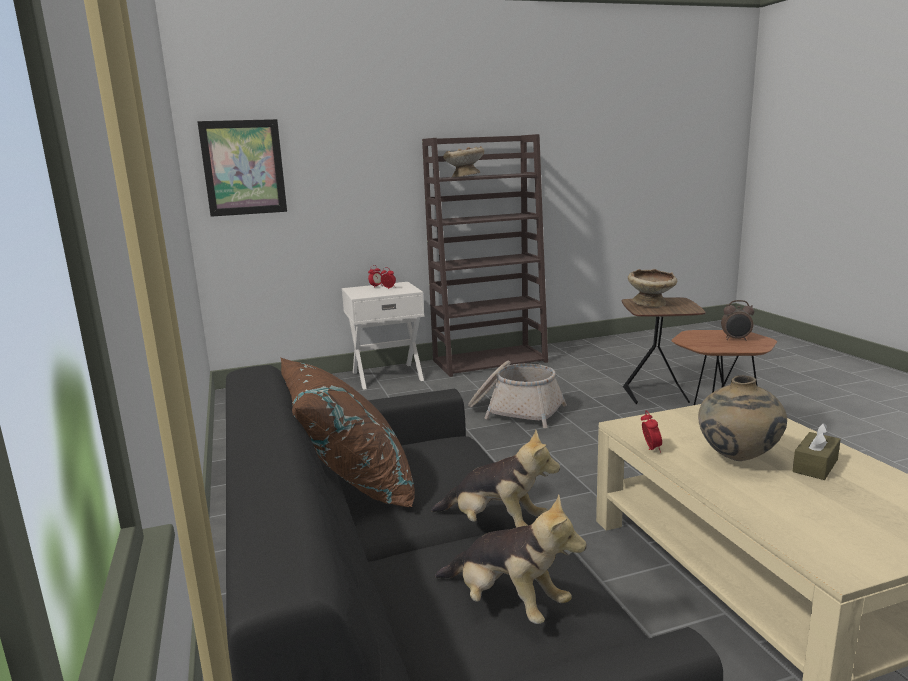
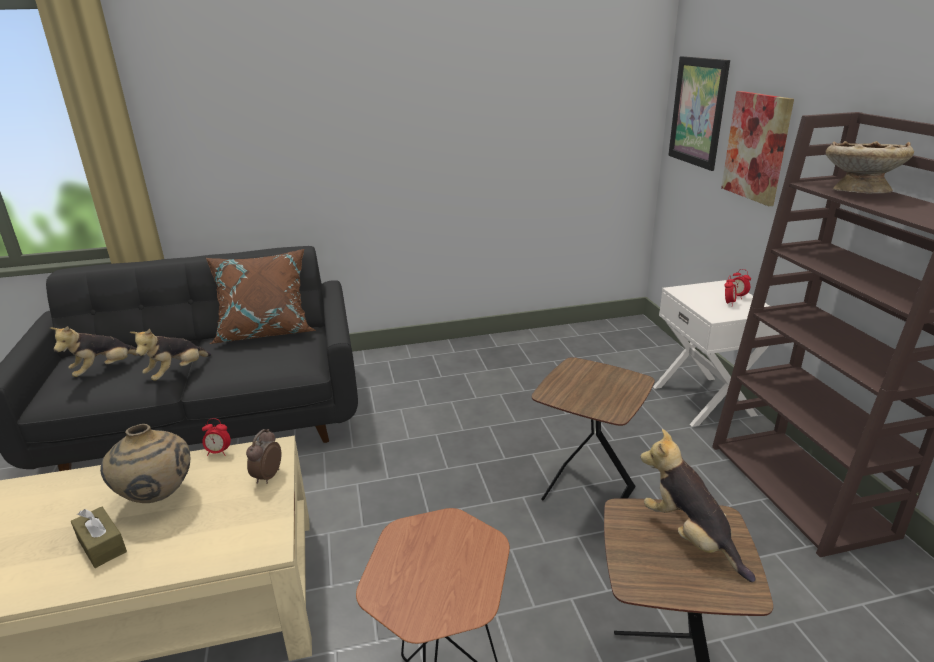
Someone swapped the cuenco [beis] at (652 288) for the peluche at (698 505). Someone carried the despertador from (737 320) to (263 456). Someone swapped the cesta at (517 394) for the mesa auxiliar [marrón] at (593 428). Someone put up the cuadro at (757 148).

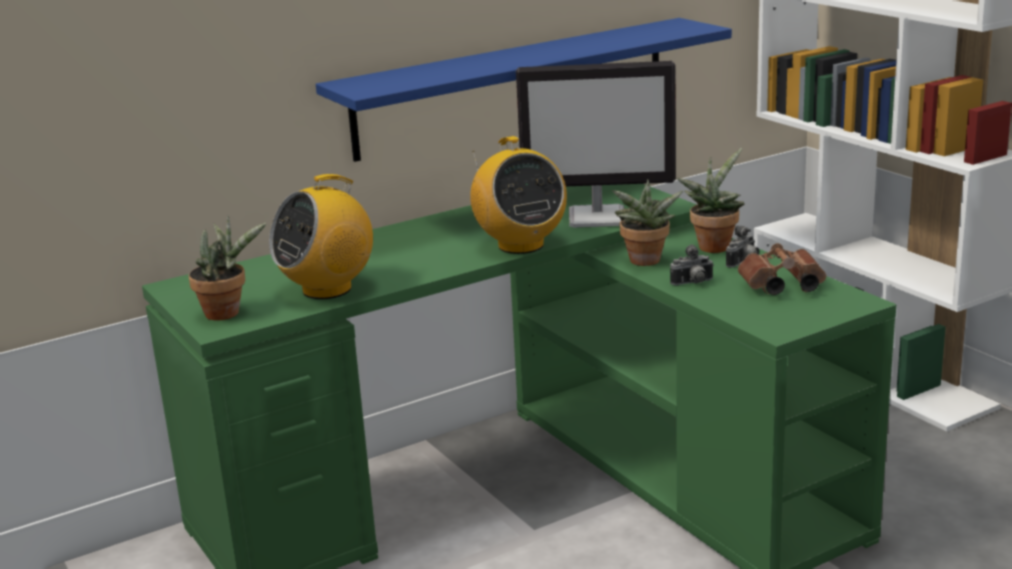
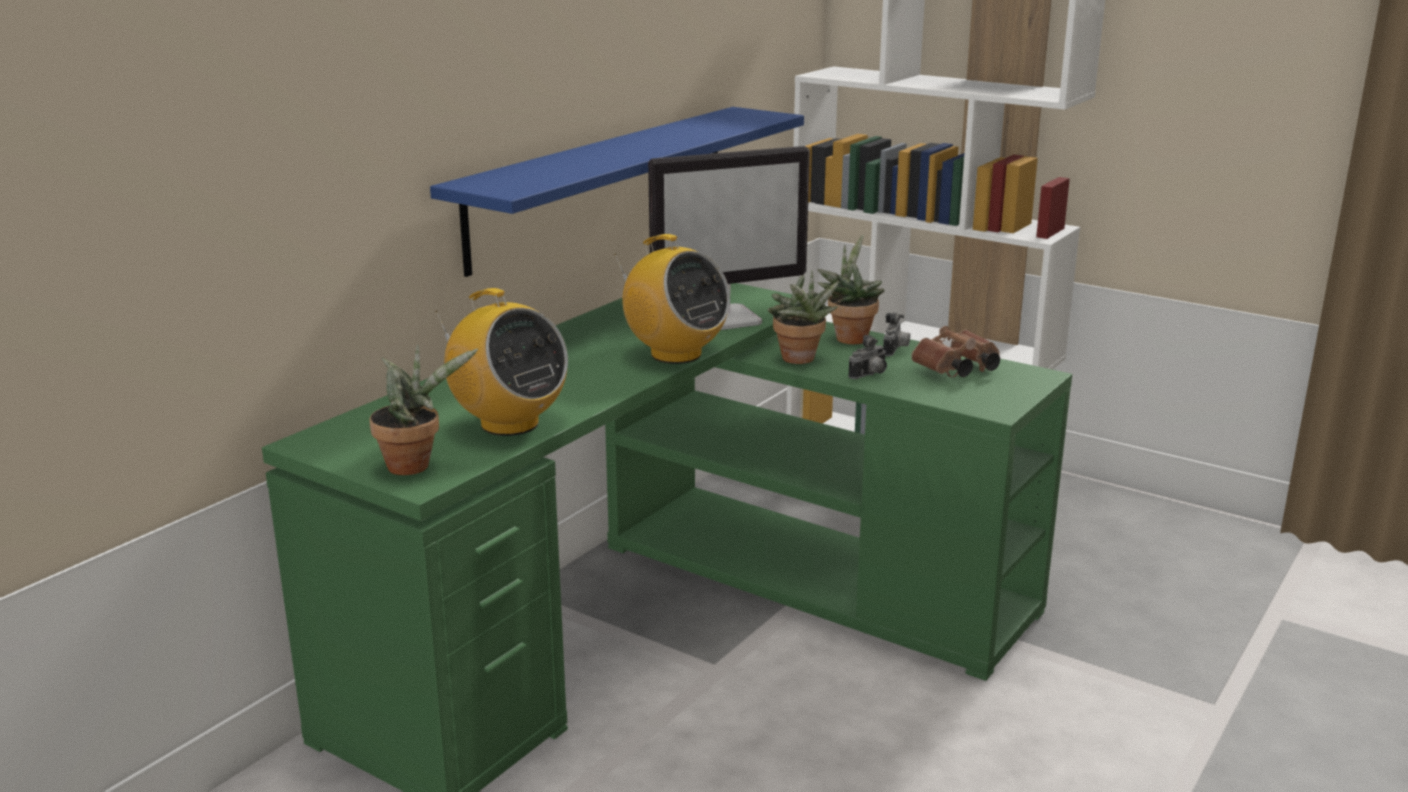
Someone rotated the radio at (321 236) by 75 degrees counterclockwise.

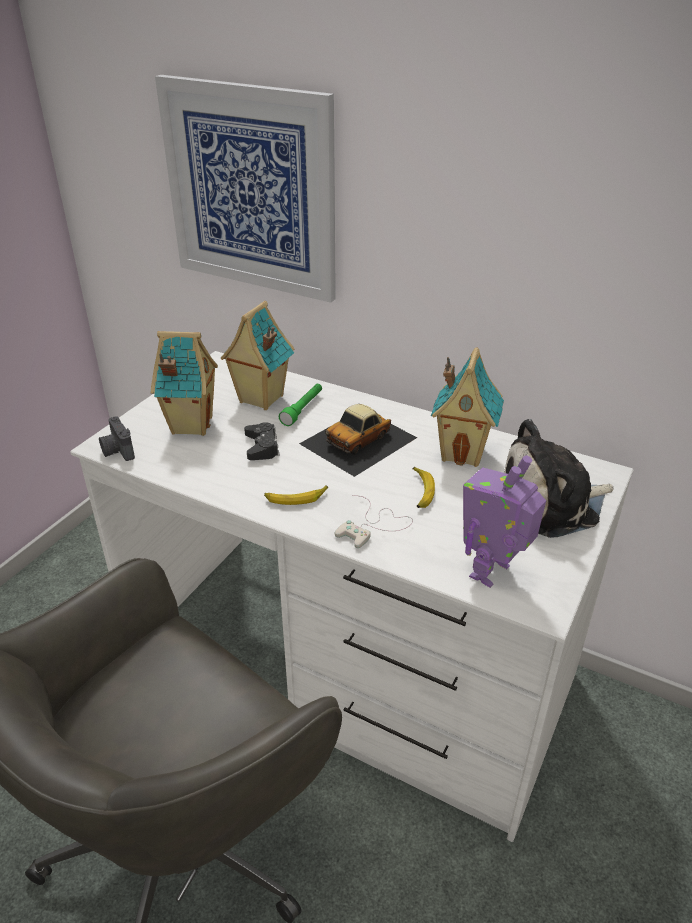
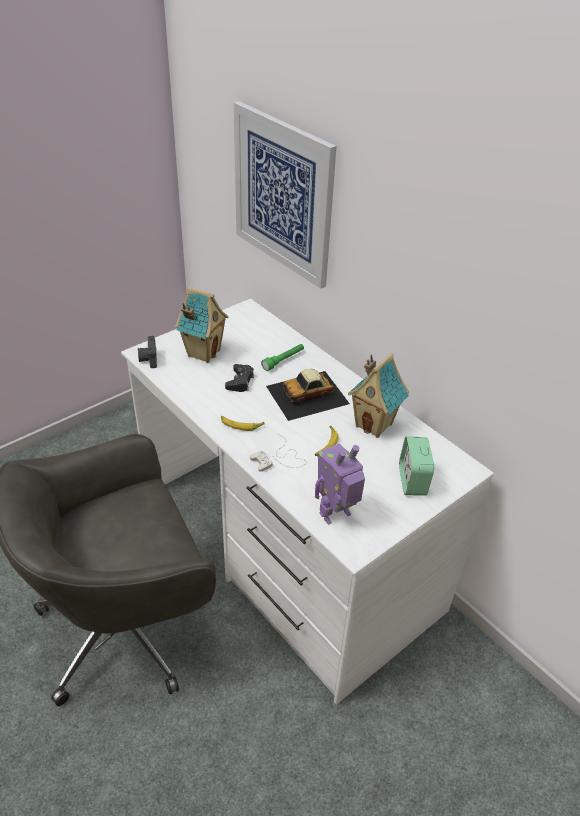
Someone took away the casita at (257 355). Someone swapped the peluche at (558 478) for the despertador at (416 466).

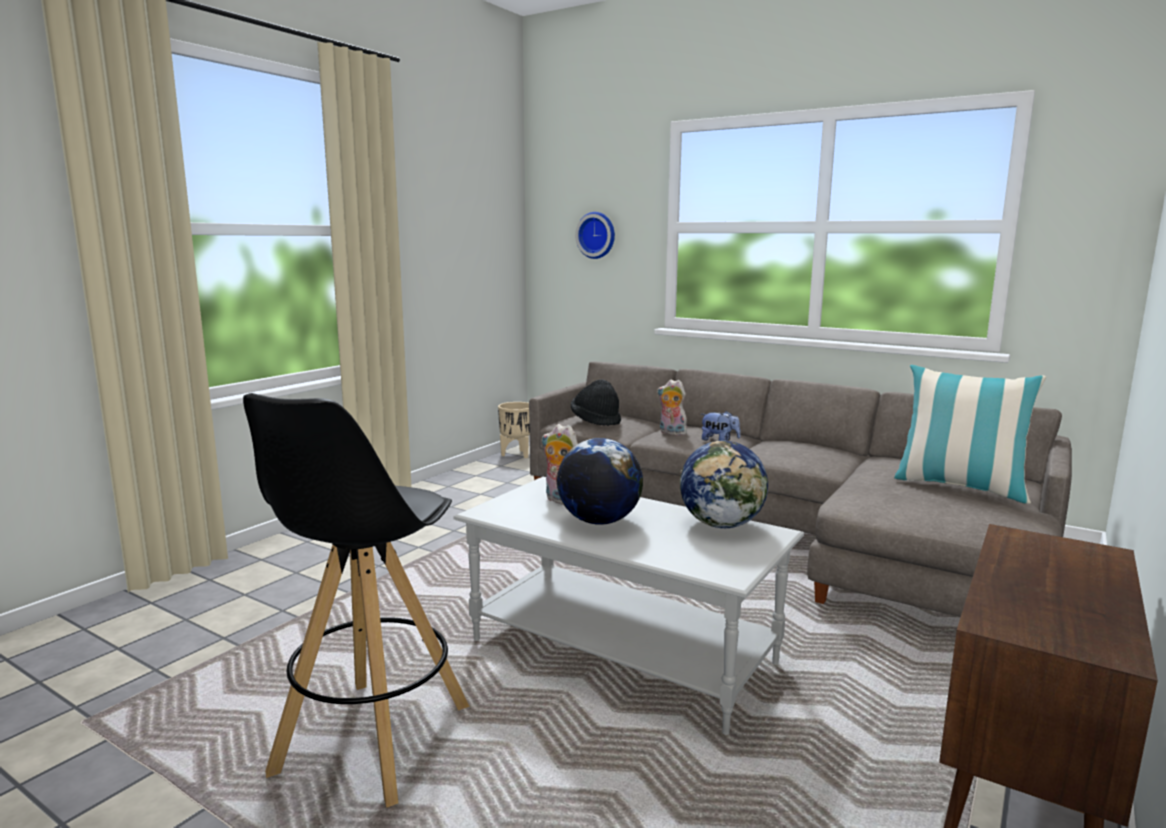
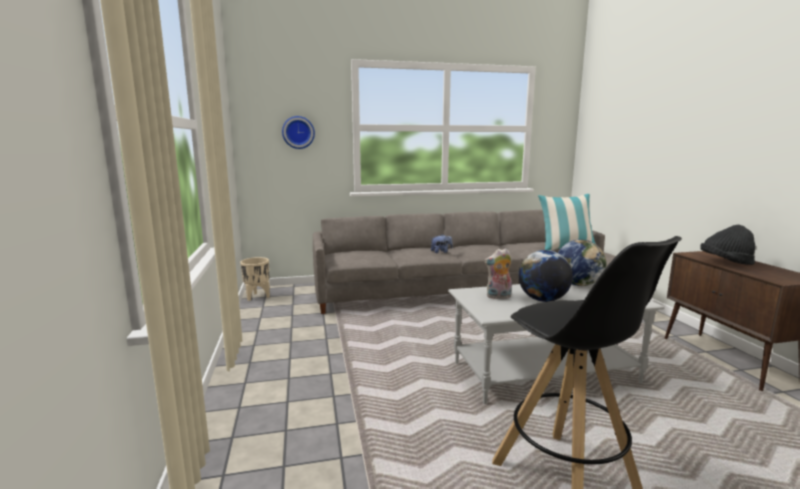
Someone took away the peluche at (672 407). Someone carried the sombrero [negro] from (596 403) to (727 245).

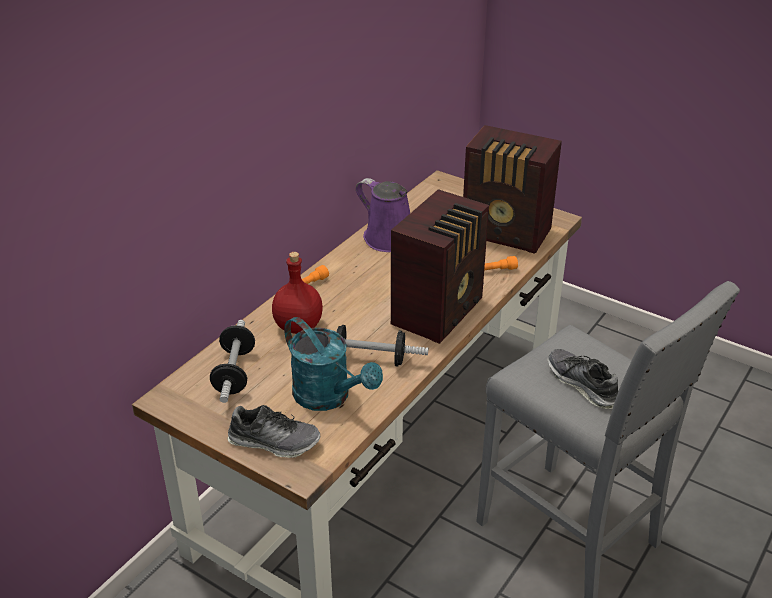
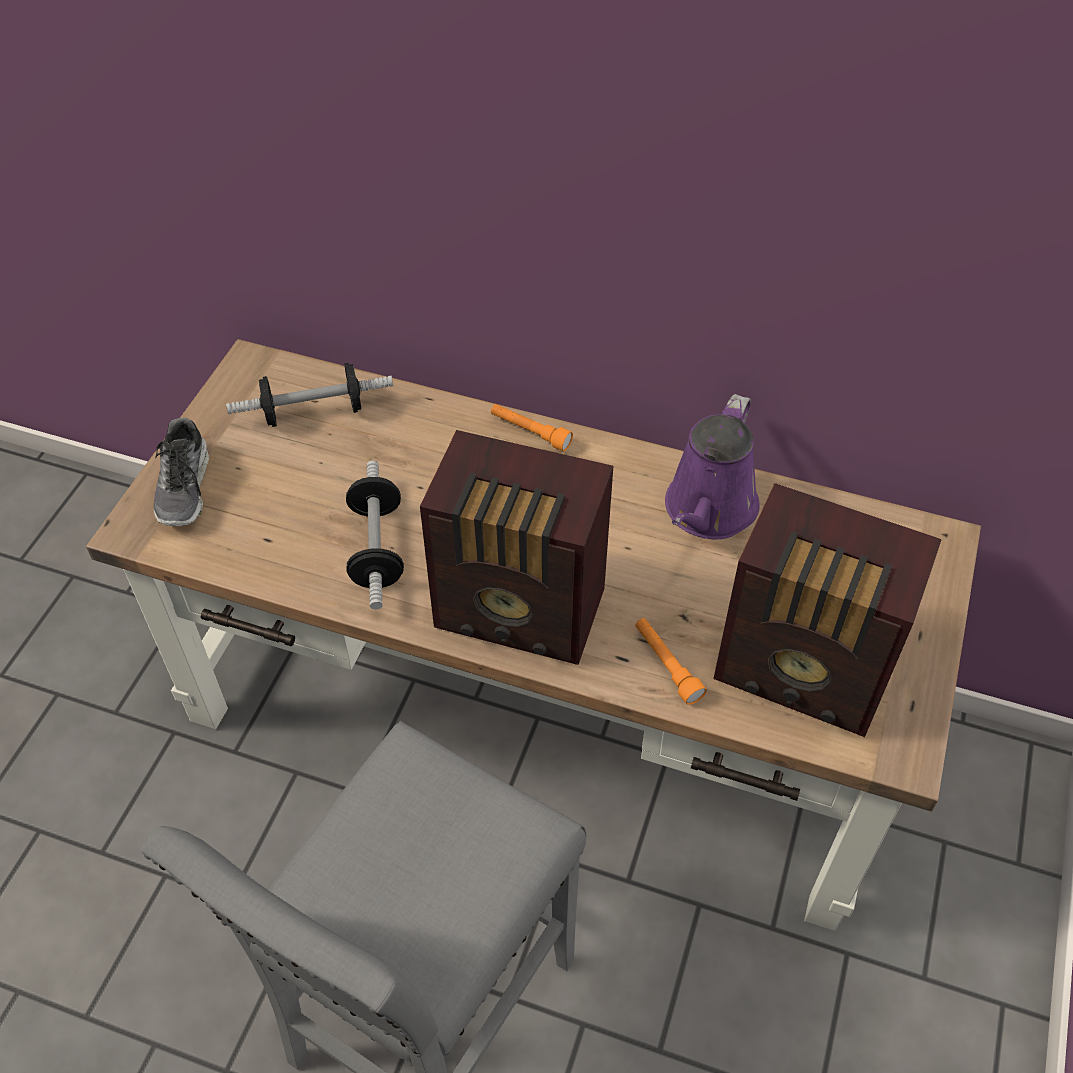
Someone rotated the radio at (512 189) by 75 degrees counterclockwise. Someone took away the botella [rojo] at (297 293). Someone took away the regadera [turquesa] at (333 364). Someone took away the zapato at (583 379).

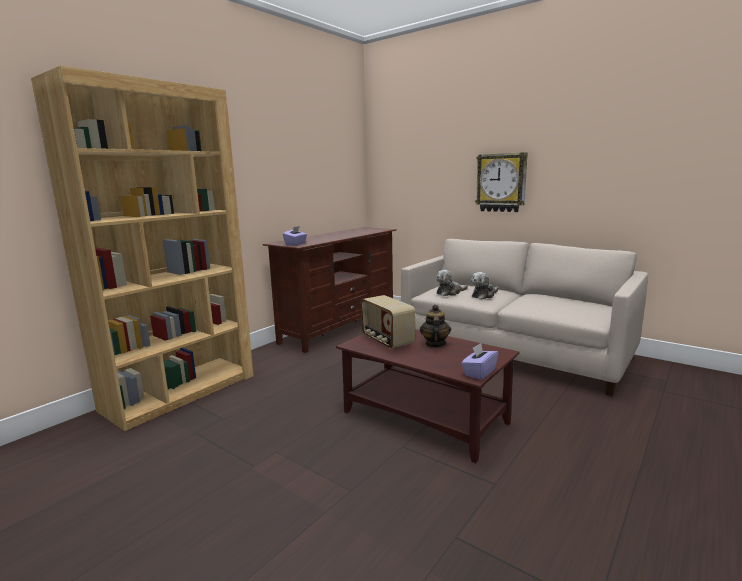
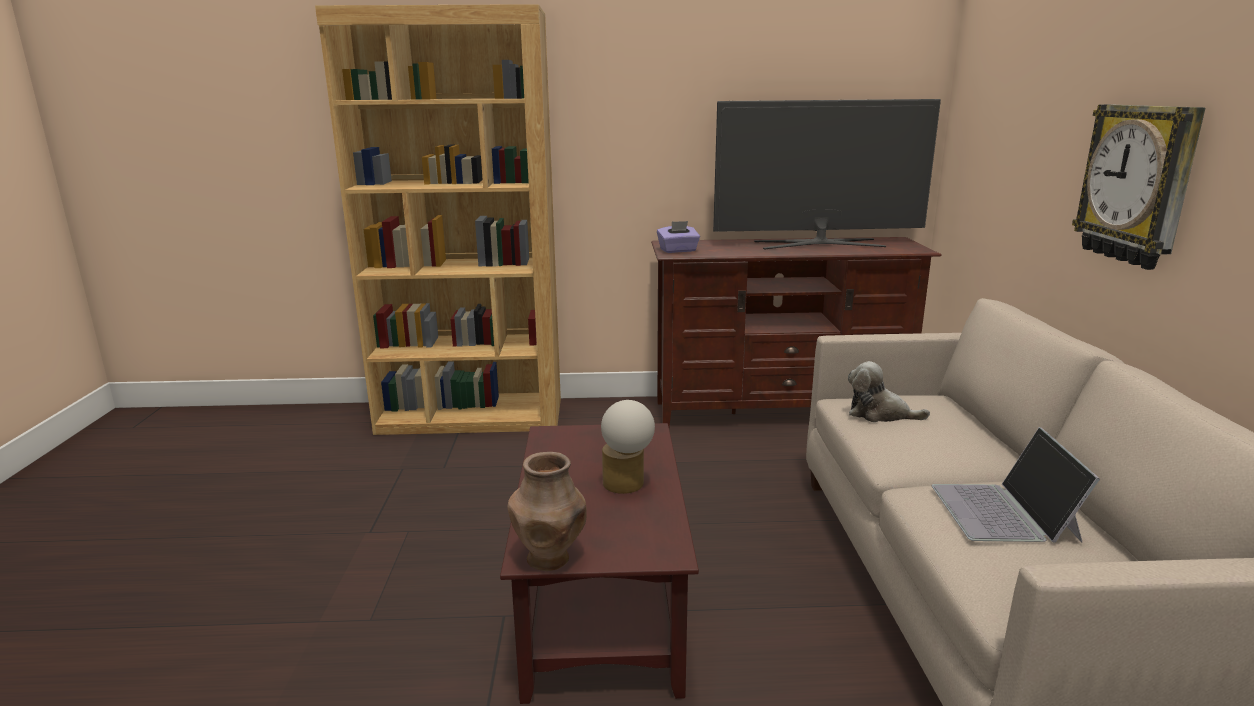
Someone took away the peluche at (485 285). Someone took away the radio at (388 322). Someone swapped the tetera at (435 326) for the lámpara de mesa at (628 447). Someone swapped the caja de pañuelos [morado] at (479 361) for the florero [marrón] at (547 511). Someone put down the televisor at (827 174). Someone put down the portátil at (1016 485).

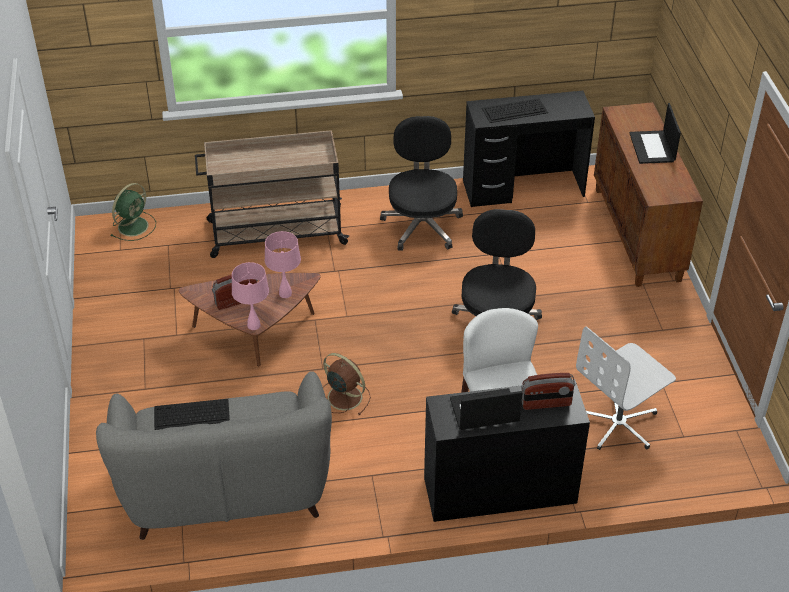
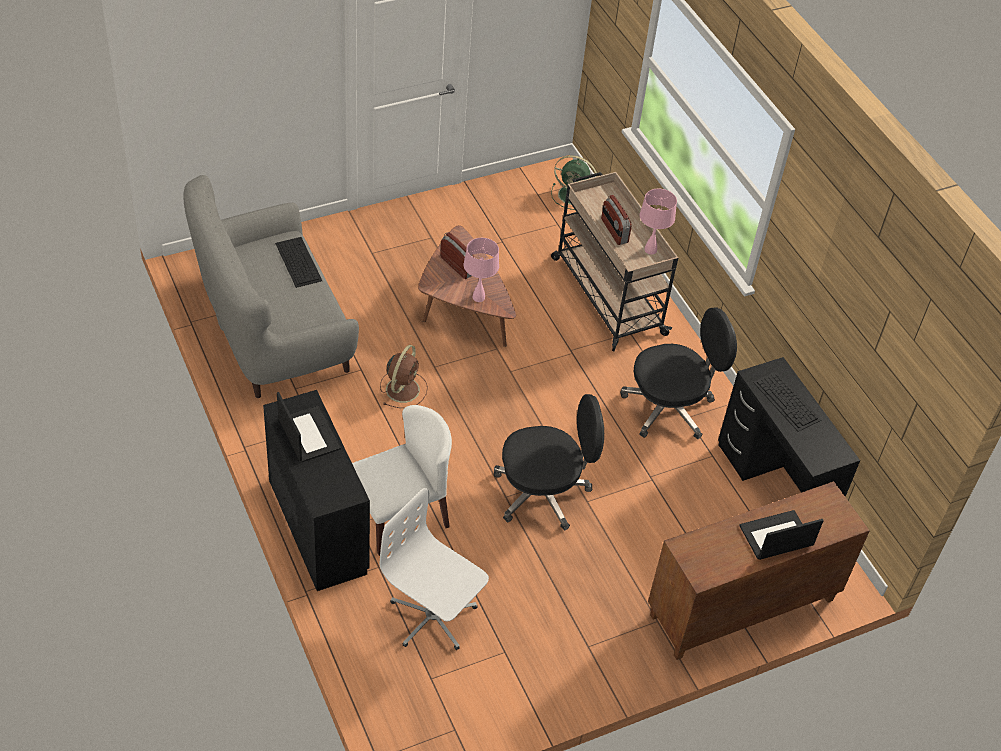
Someone carried the lámpara de mesa [rosa] from (250 296) to (658 222). Someone carried the radio from (548 391) to (616 220).

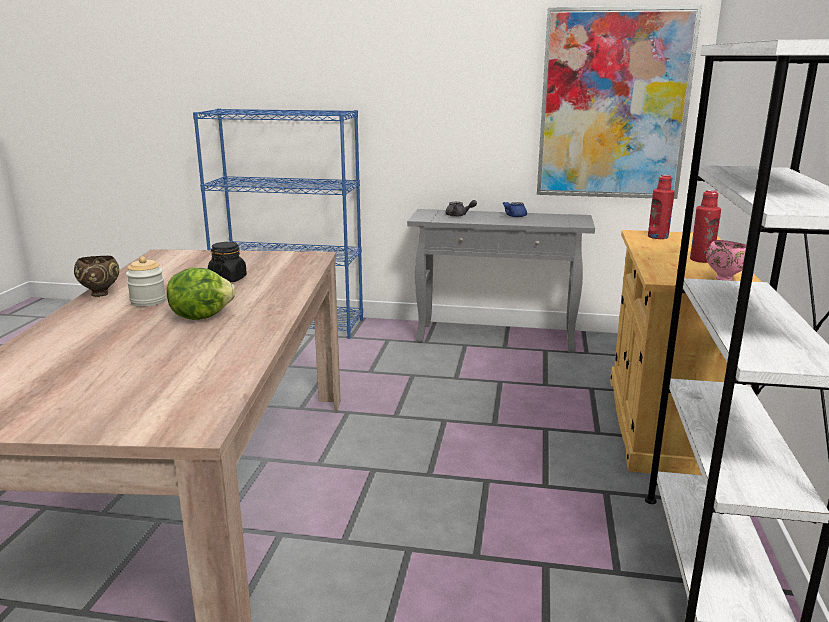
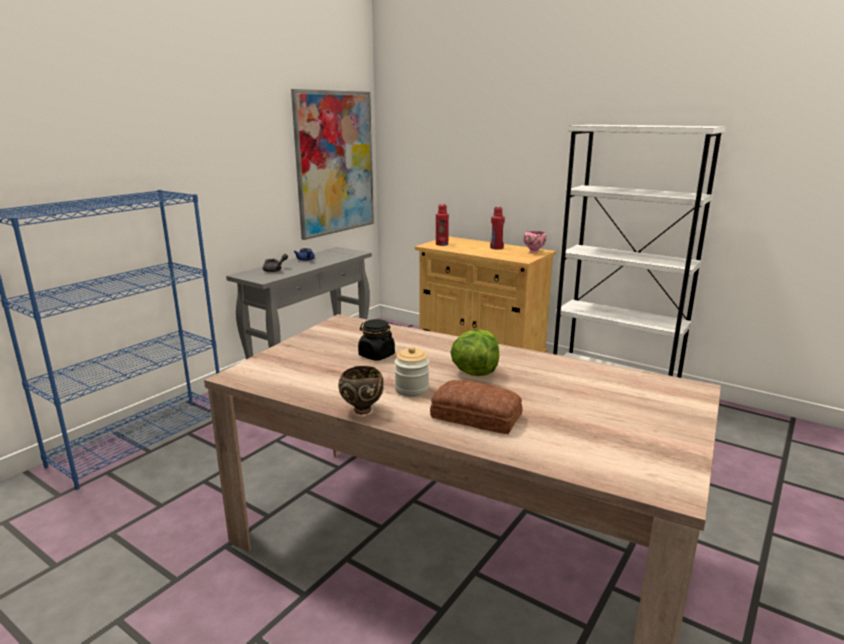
Someone put down the pan at (476 407).

